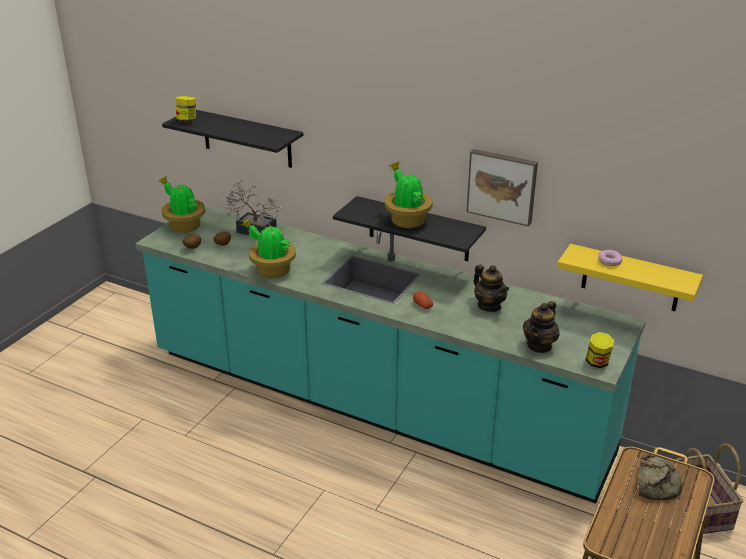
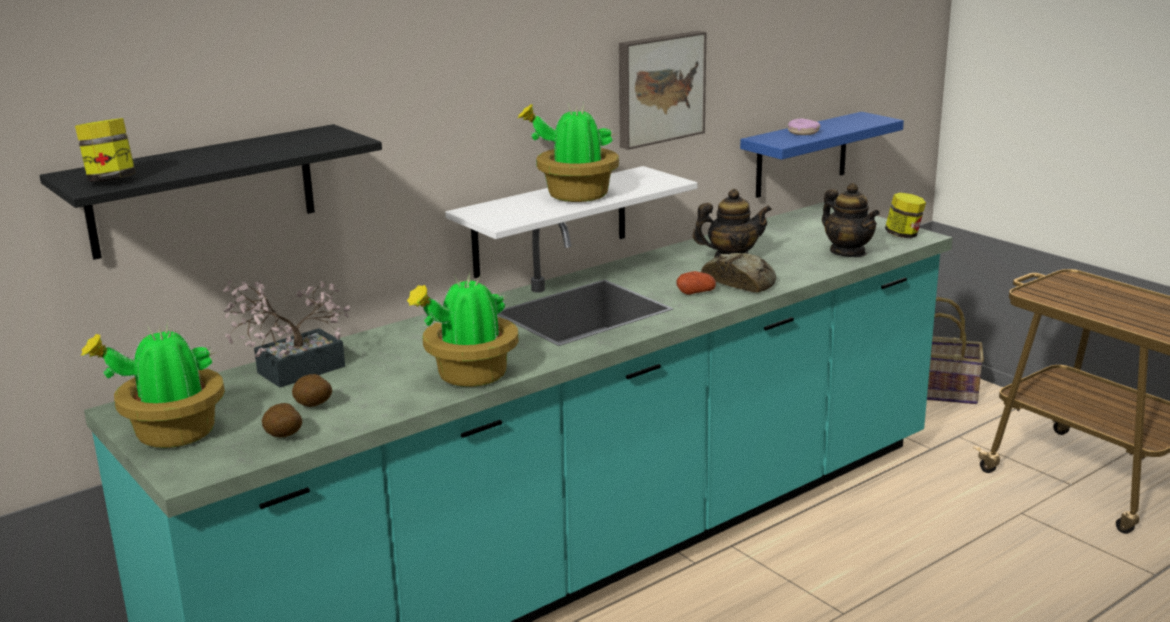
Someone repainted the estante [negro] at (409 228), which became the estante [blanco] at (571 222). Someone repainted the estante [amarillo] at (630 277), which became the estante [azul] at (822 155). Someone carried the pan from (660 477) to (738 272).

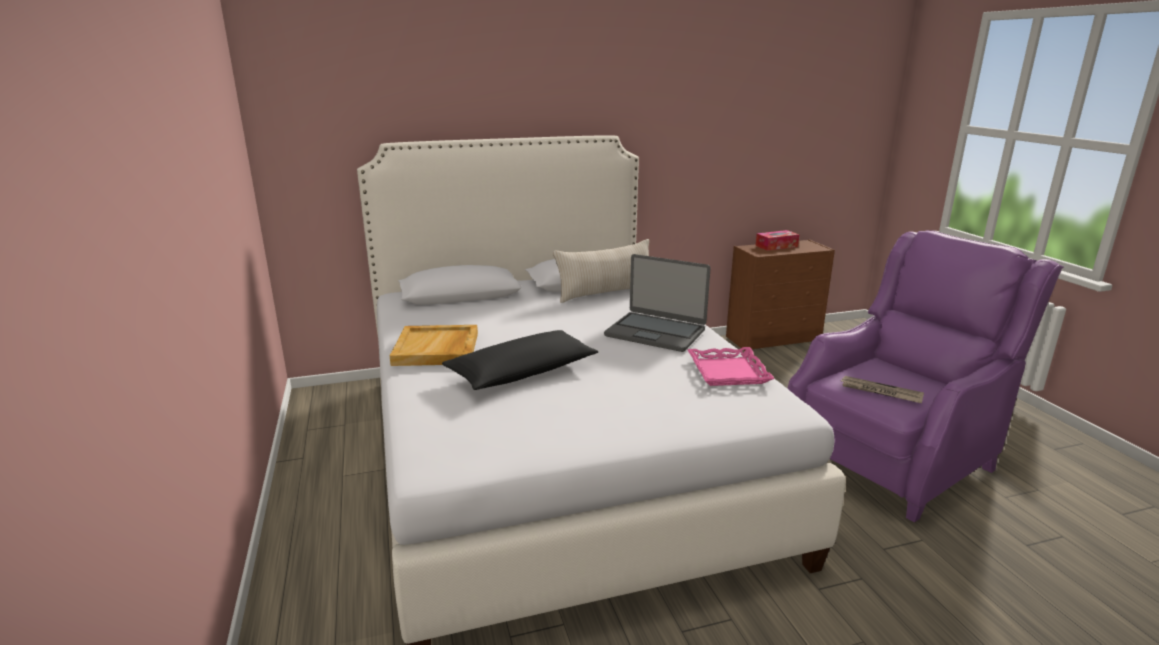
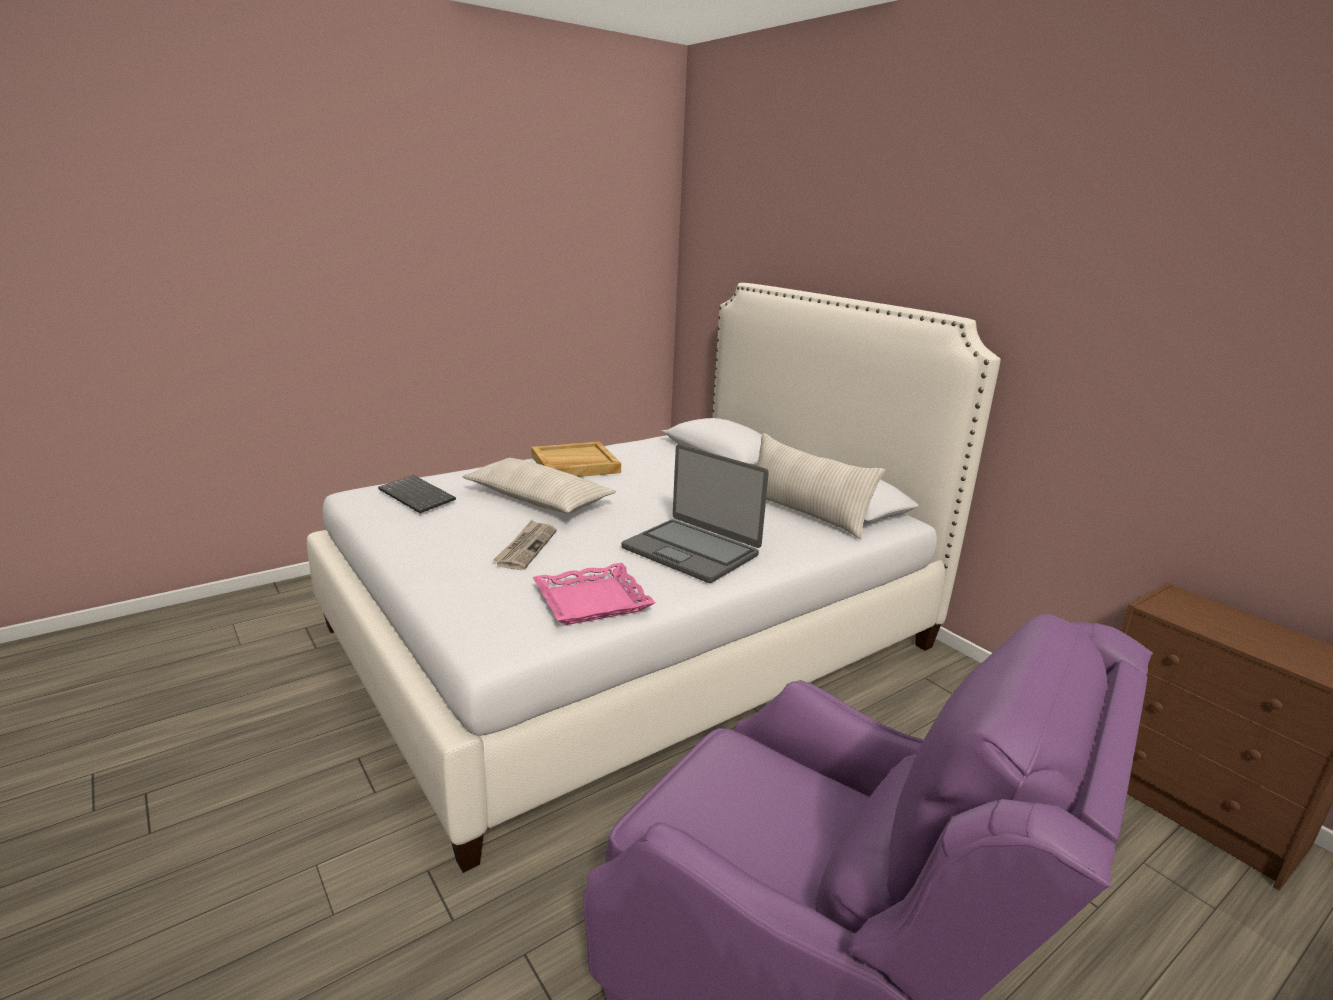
Someone took away the caja de pañuelos at (777 240). Someone rotated the portátil at (657 303) by 60 degrees counterclockwise. Someone repainted the cojín [negro] at (520 360), which became the cojín [beis] at (539 485). Someone carried the periódico from (882 389) to (525 545). Someone put down the teclado at (417 494).

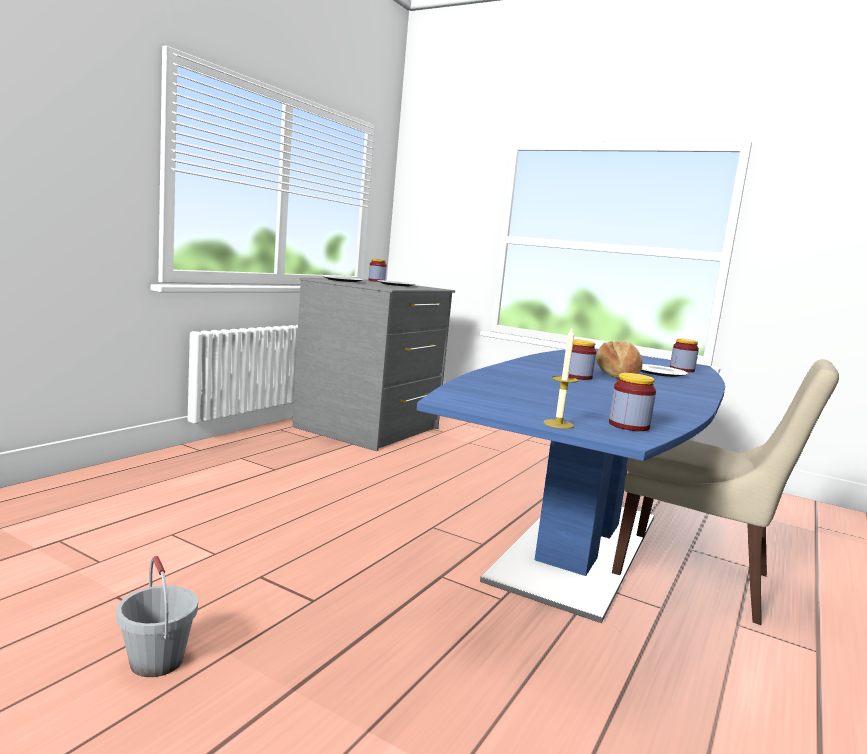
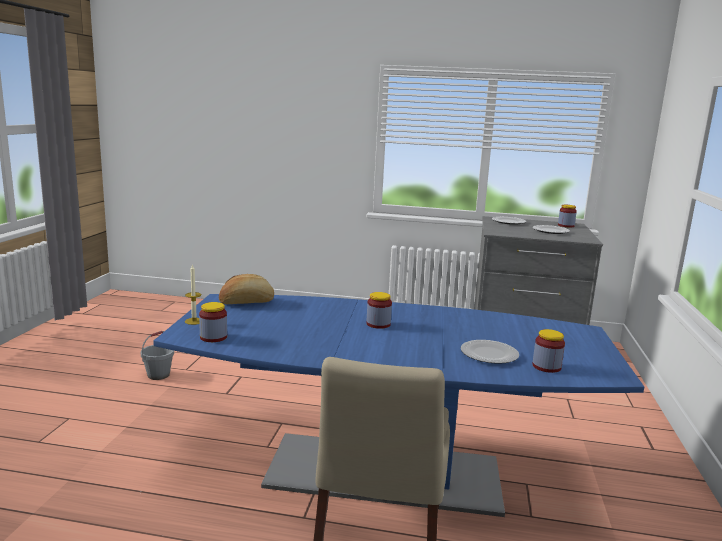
Someone carried the pan from (619 360) to (246 289).

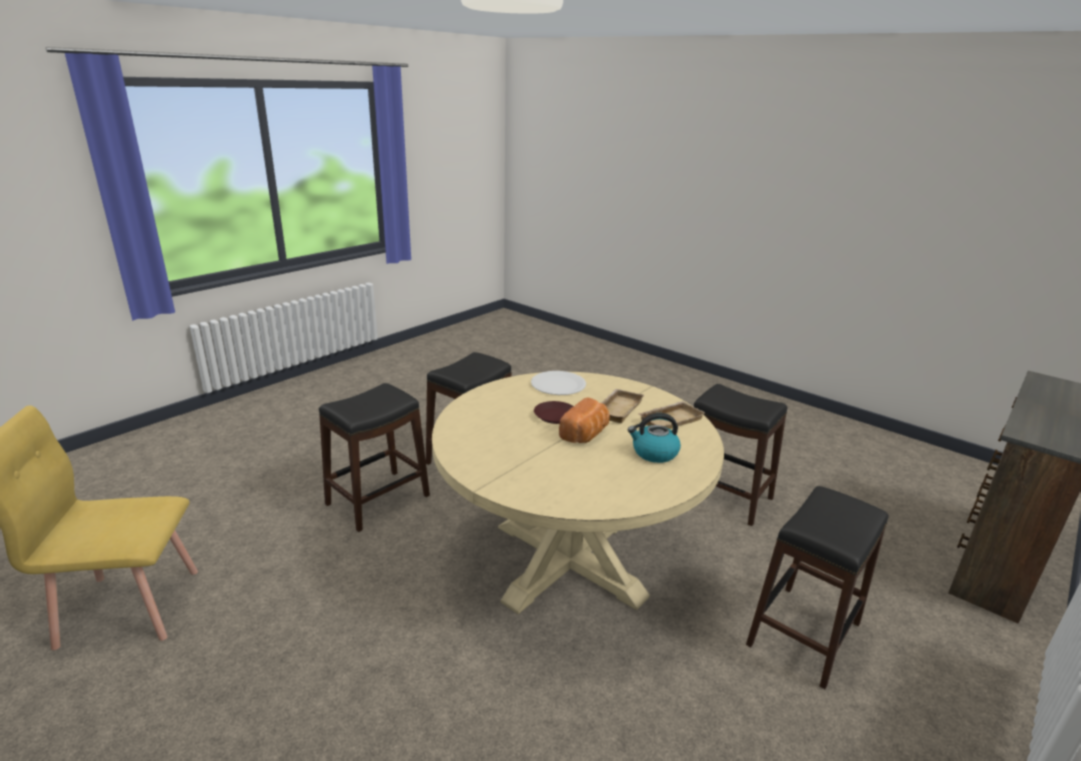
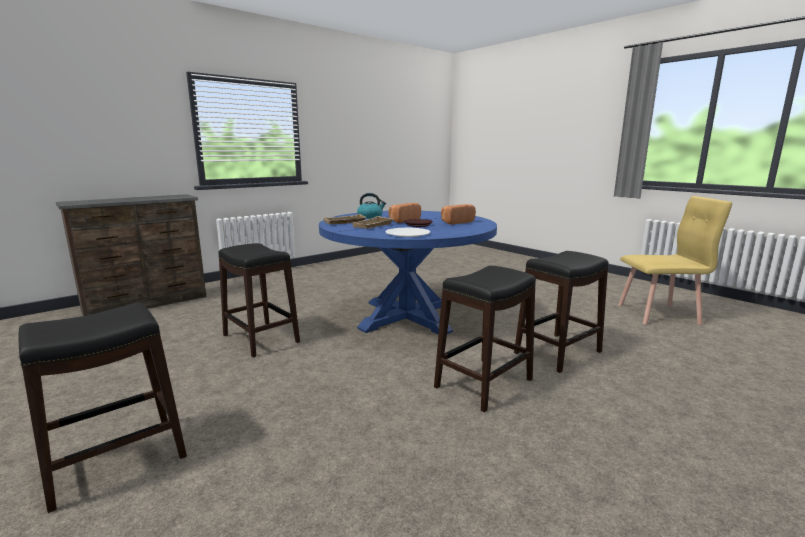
Someone repainted the mesa de comedor [beis] at (578 493), which became the mesa de comedor [azul] at (408 273). Someone carried the taburete [negro] from (817 587) to (103 407). Someone put down the pan at (458 214).

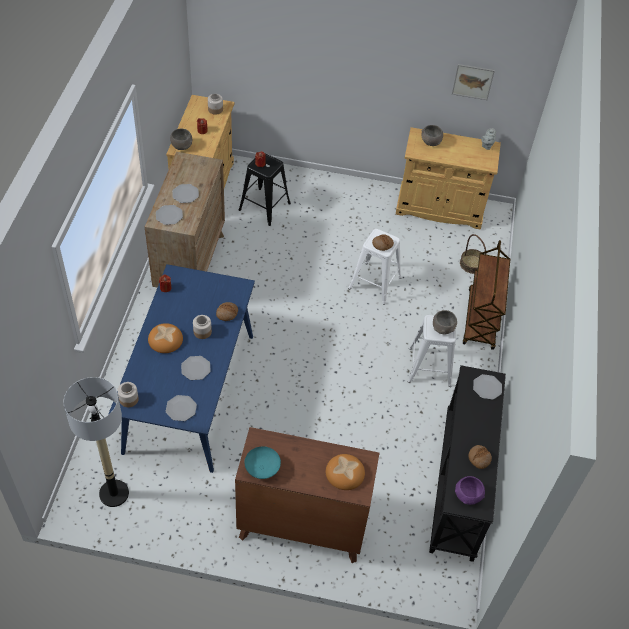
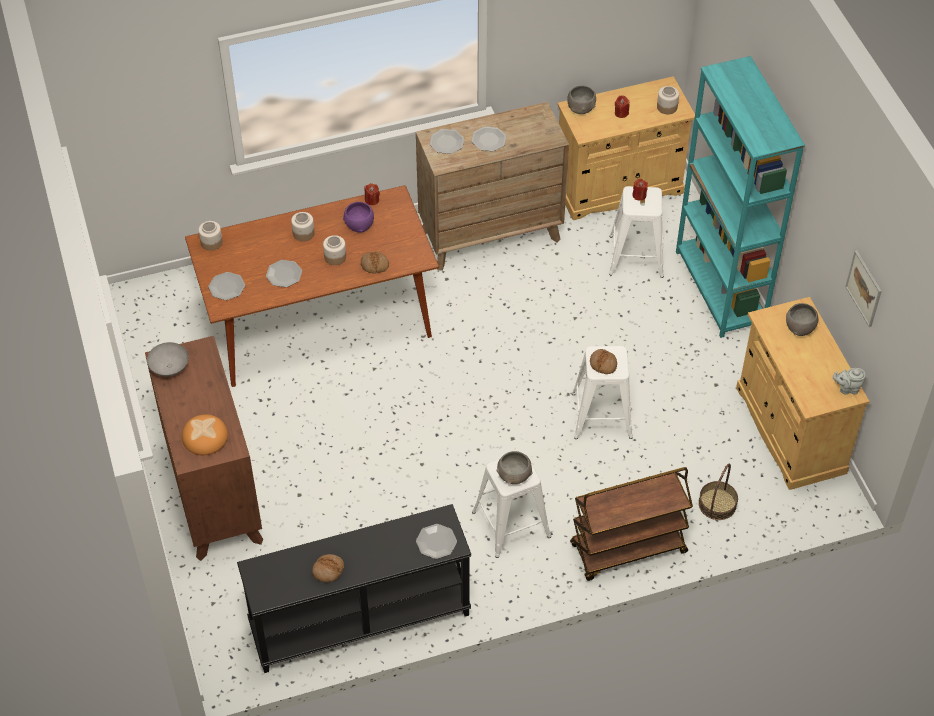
Someone repainted the taburete [negro] at (265 189), which became the taburete [blanco] at (636 232). Someone repainted the mesa de comedor [azul] at (181 368), which became the mesa de comedor [marrón] at (312 286). Someone swapped the pan at (165 338) for the tarro at (303 227). Someone took away the lámpara de pie at (96 442). Someone repainted the cuenco [turquesa] at (262 462), which became the cuenco [gris] at (168 359). Someone carried the cuenco [morado] from (470 490) to (358 217). Someone put down the estantería [turquesa] at (740 197).

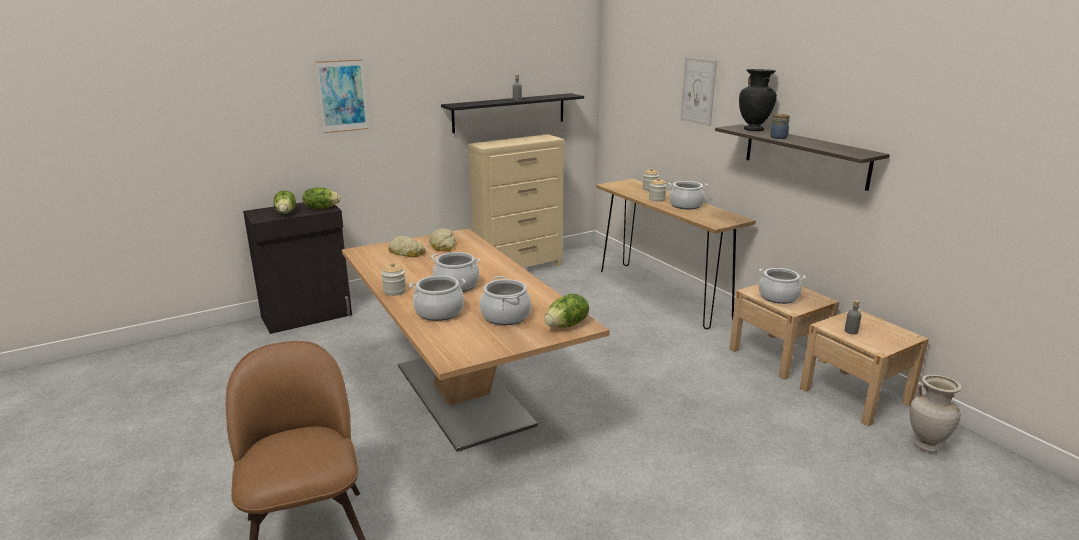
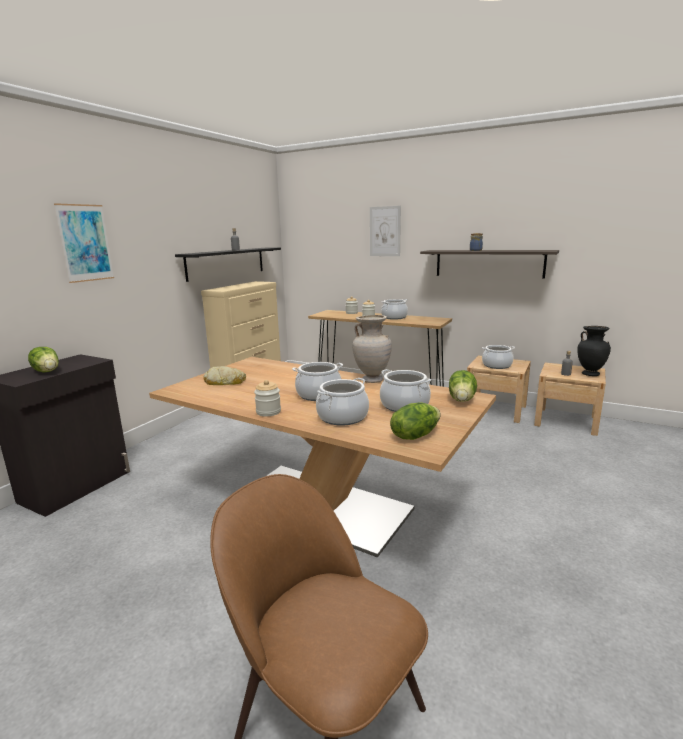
Someone carried the florero [negro] from (758 100) to (594 351). Someone carried the lechuga from (322 198) to (415 421). Someone took away the pan at (442 240). Someone carried the florero [beis] from (936 413) to (372 349).

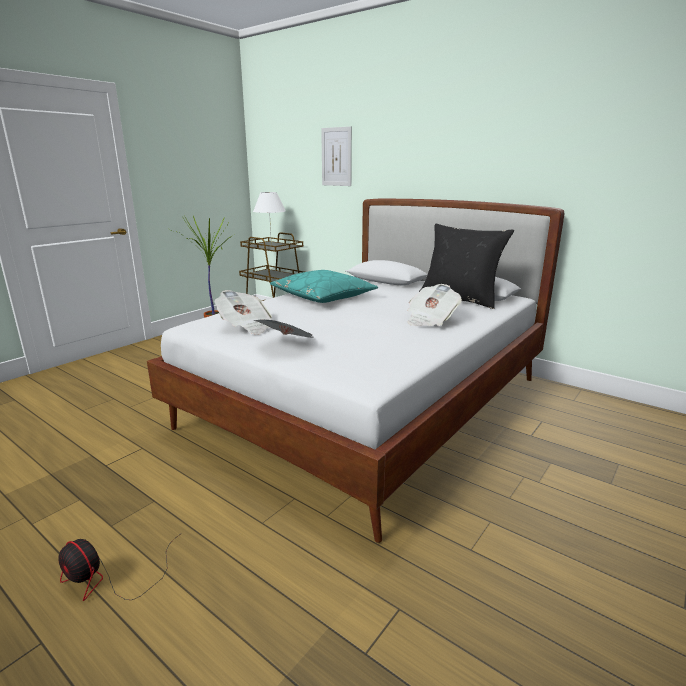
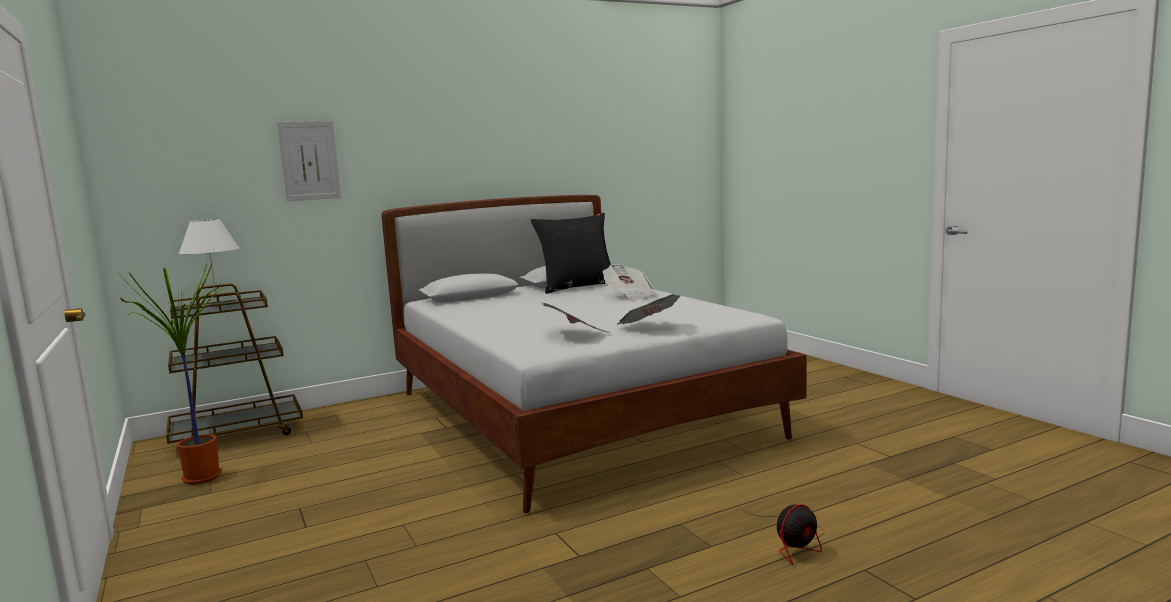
Someone took away the cojín [turquesa] at (324 286).

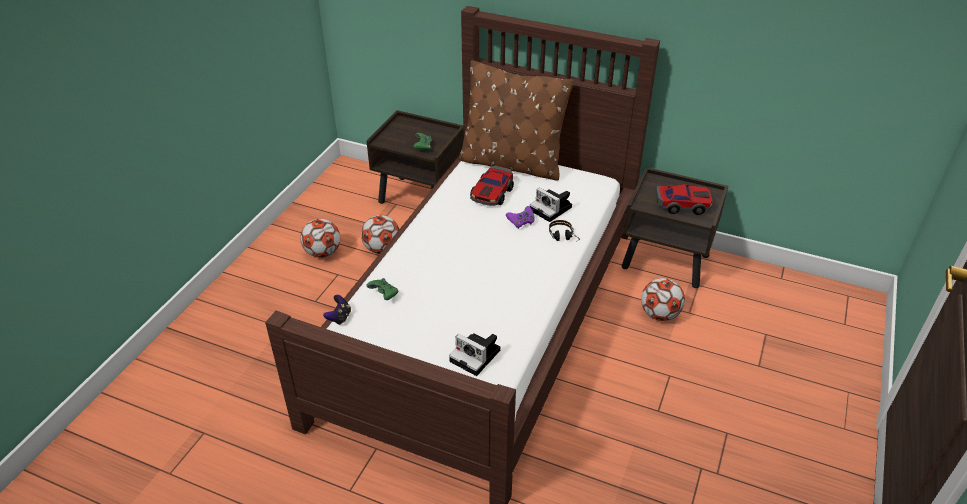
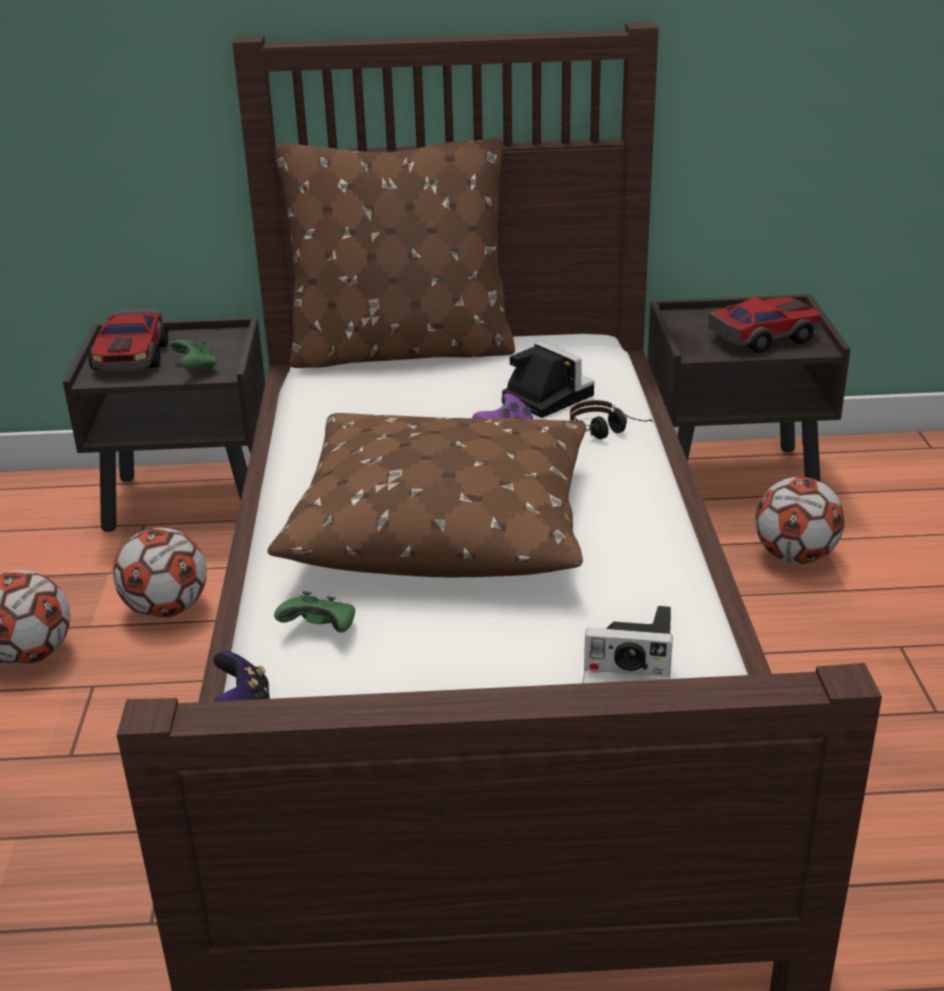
Someone carried the coche de juguete from (492 185) to (128 339). Someone rotated the cámara at (551 205) by 150 degrees counterclockwise. Someone put down the cojín [marrón] at (426 495).

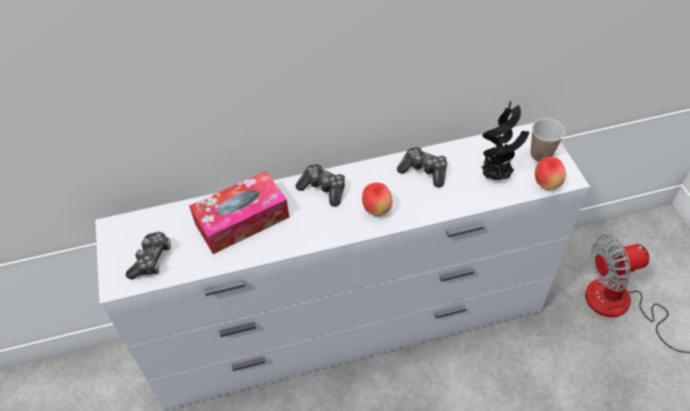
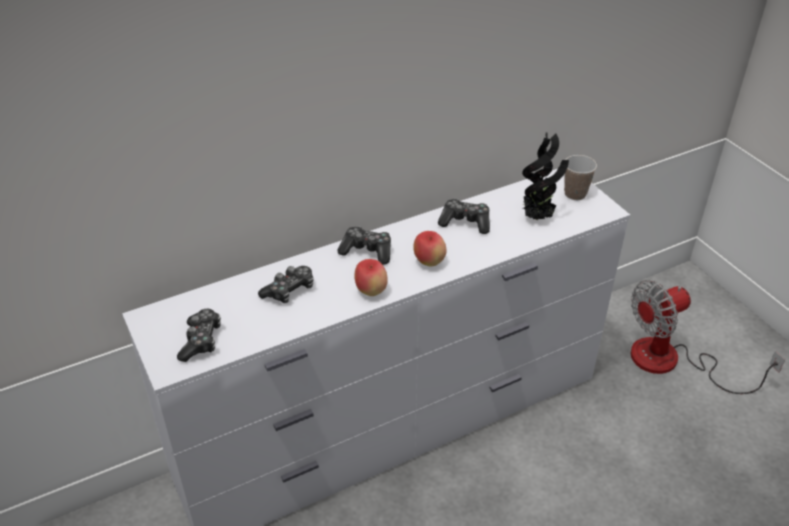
Someone carried the manzana from (550 173) to (371 277). Someone swapped the caja de pañuelos at (239 212) for the mando de consola at (286 284).

